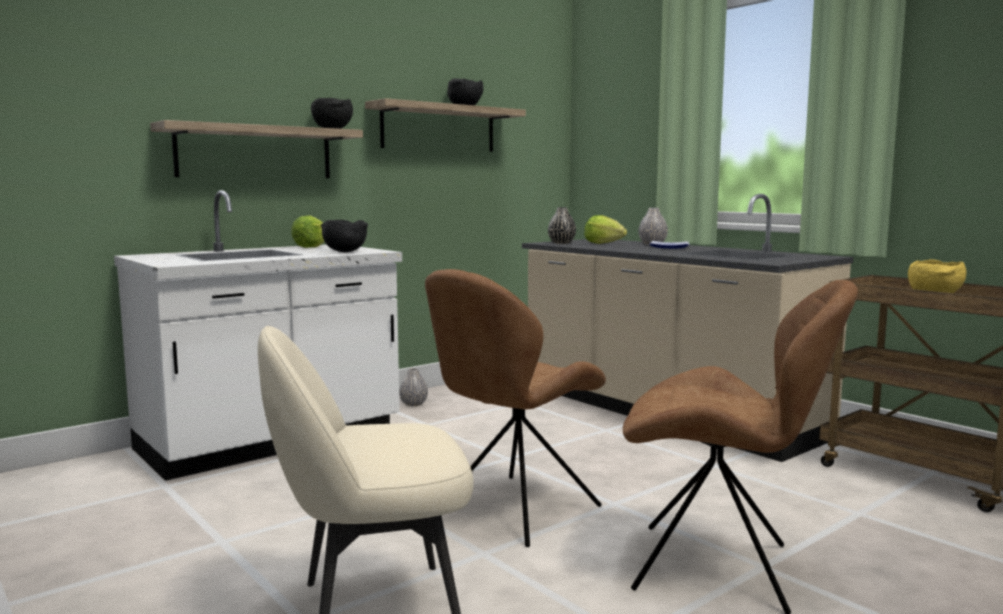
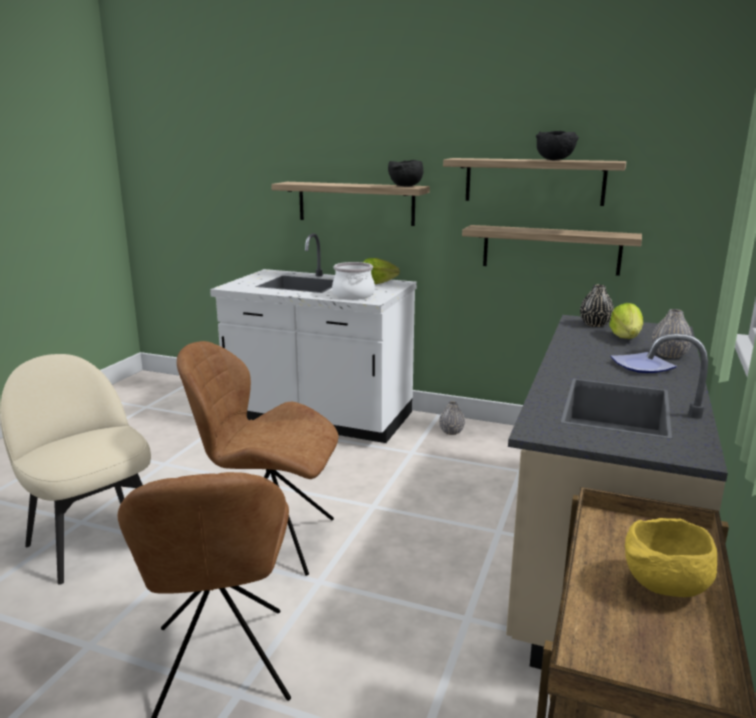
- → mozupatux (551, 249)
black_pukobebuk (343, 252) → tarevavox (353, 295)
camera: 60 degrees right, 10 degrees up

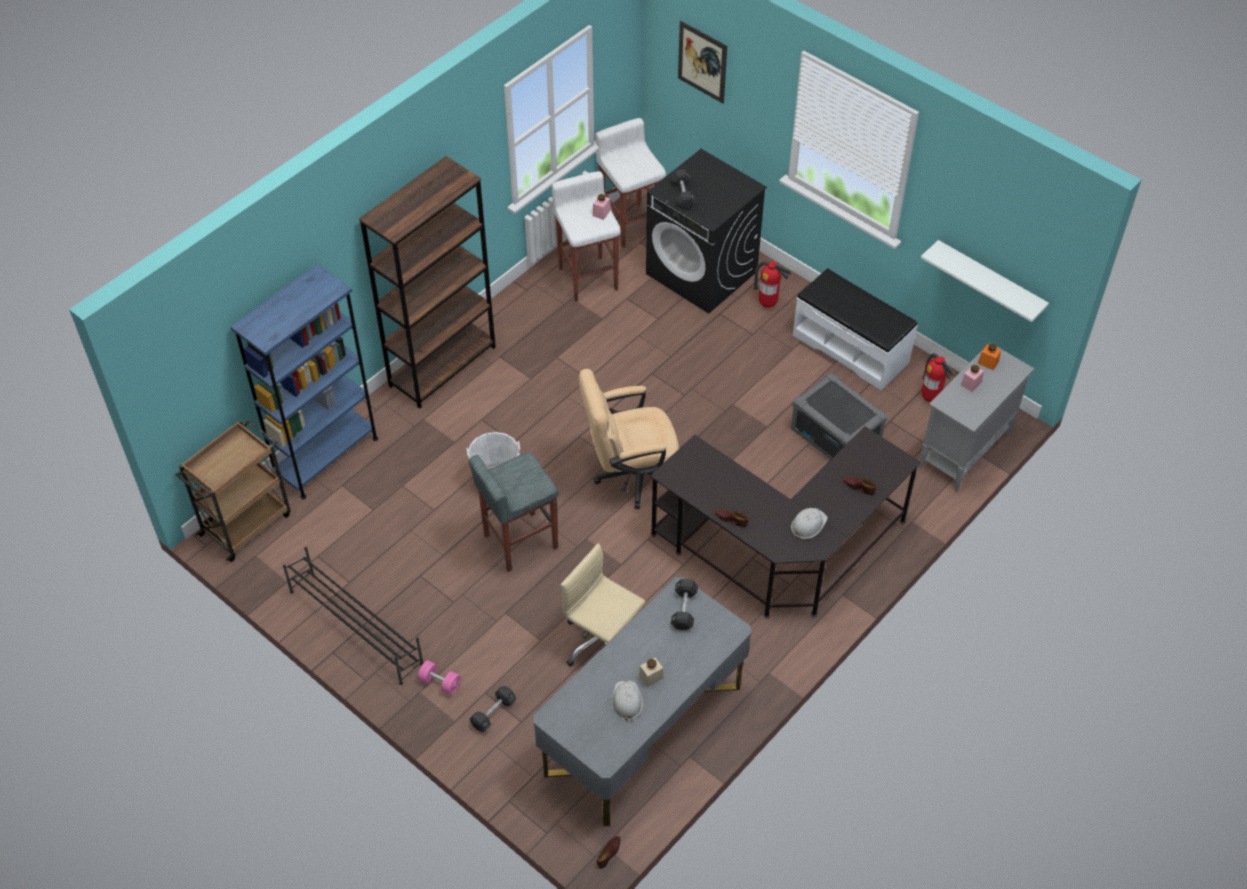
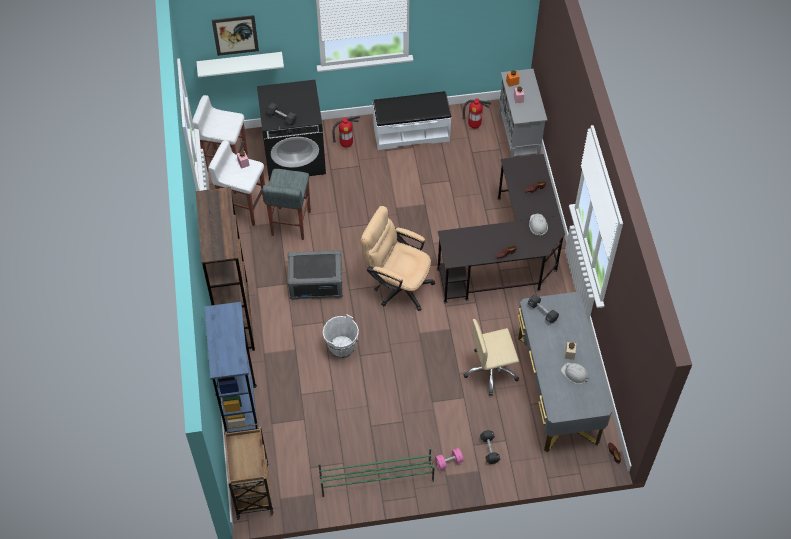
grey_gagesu (519, 541) → grey_gagesu (290, 224), moved
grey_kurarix (836, 436) → grey_kurarix (316, 283), moved
white_mozupatux (990, 281) → white_mozupatux (240, 63), moved
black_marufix (355, 626) → green_marufix (376, 479)
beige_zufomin (630, 475) → beige_zufomin (397, 285), 90 degrees clockwise
camera: 50 degrees left, 5 degrees up

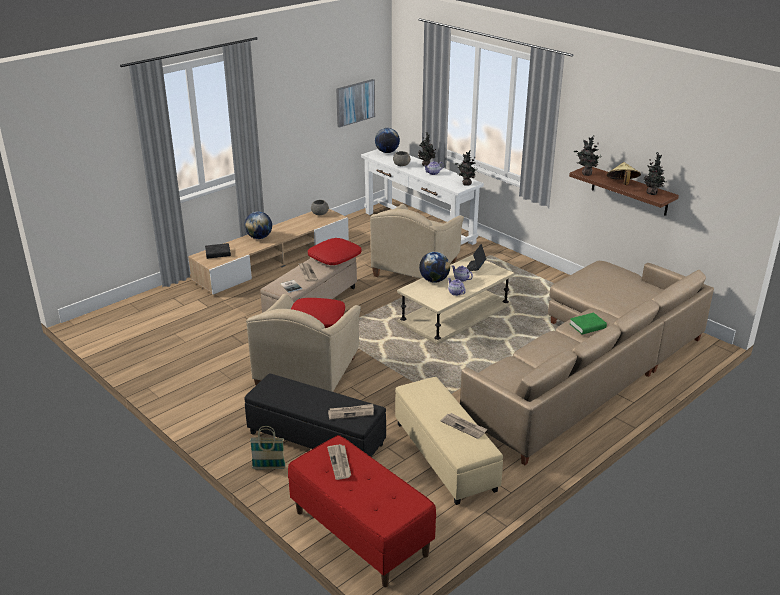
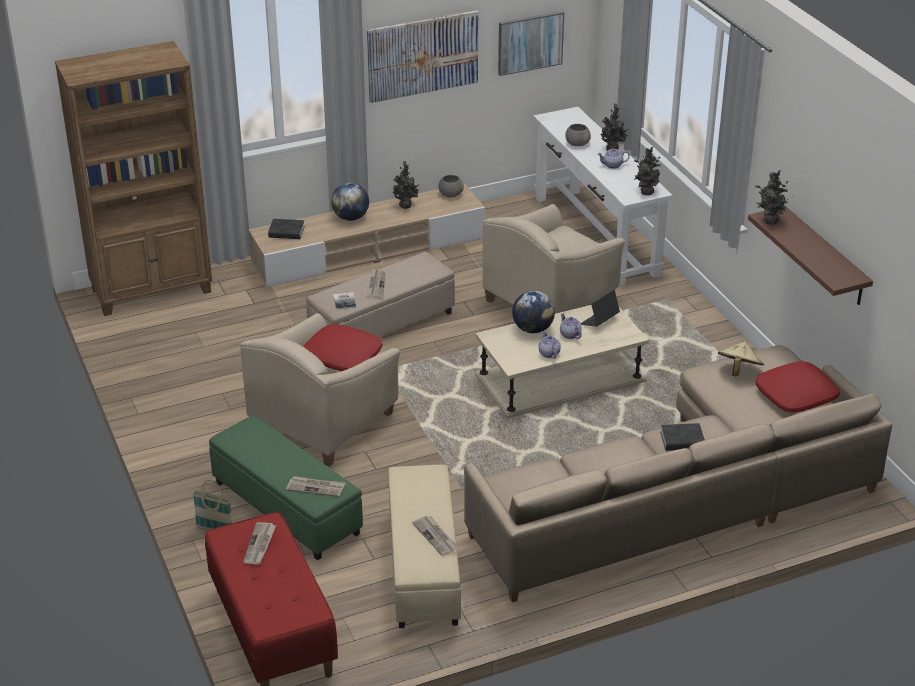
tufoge (387, 152) → -
- → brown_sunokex (153, 291)
- → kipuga (422, 56)
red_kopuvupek (334, 257) → red_kopuvupek (796, 395), moved
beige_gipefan (622, 184) → beige_gipefan (738, 370), moved
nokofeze (652, 193) → nokofeze (406, 206), moved
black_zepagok (315, 439) → green_zepagok (286, 508)
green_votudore (587, 326) → black_votudore (682, 441)
camera: 20 degrees right, 5 degrees up

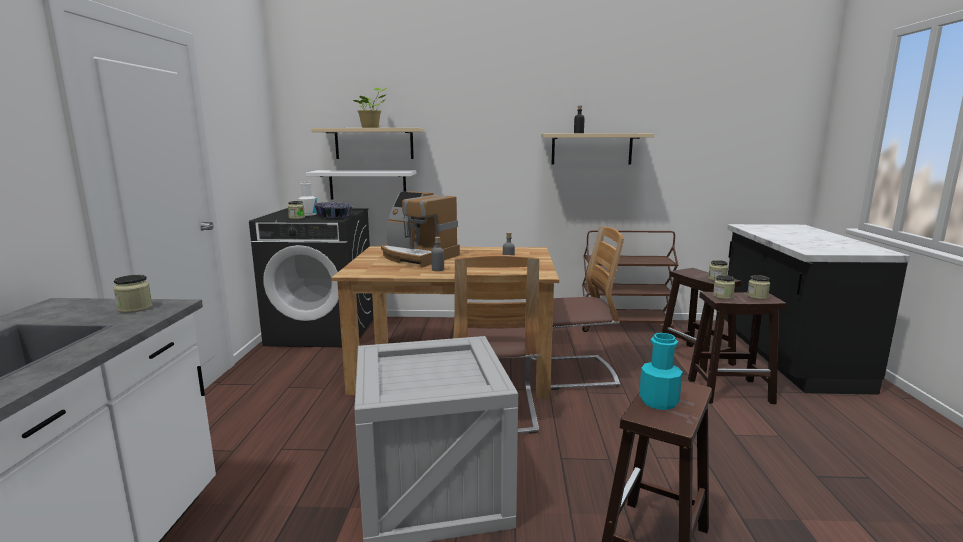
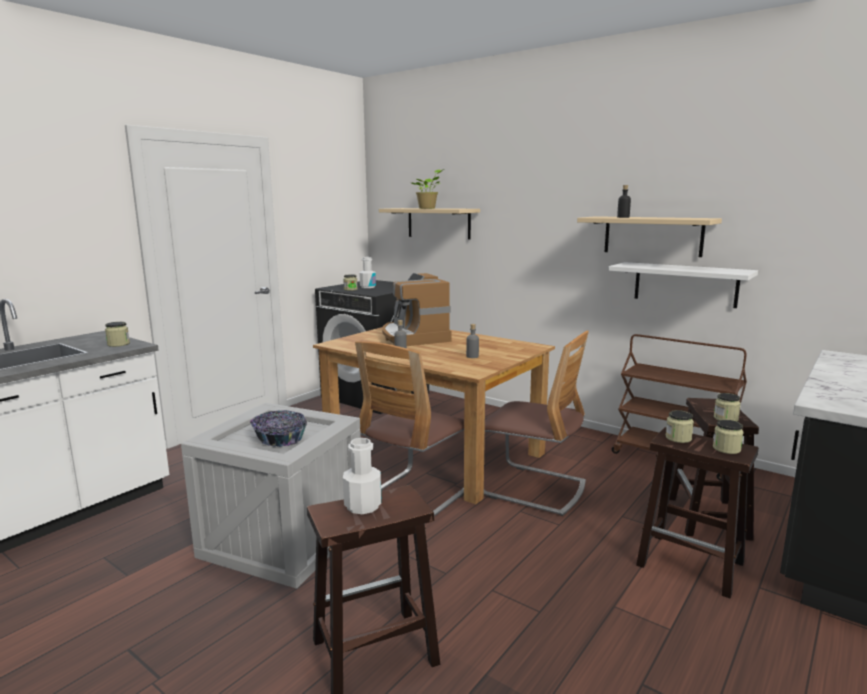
white_mozupatux (367, 184) → white_mozupatux (685, 284), moved
pukobebuk (334, 217) → pukobebuk (280, 439), moved
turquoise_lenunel (658, 401) → white_lenunel (363, 505)
camera: 35 degrees right, 0 degrees up

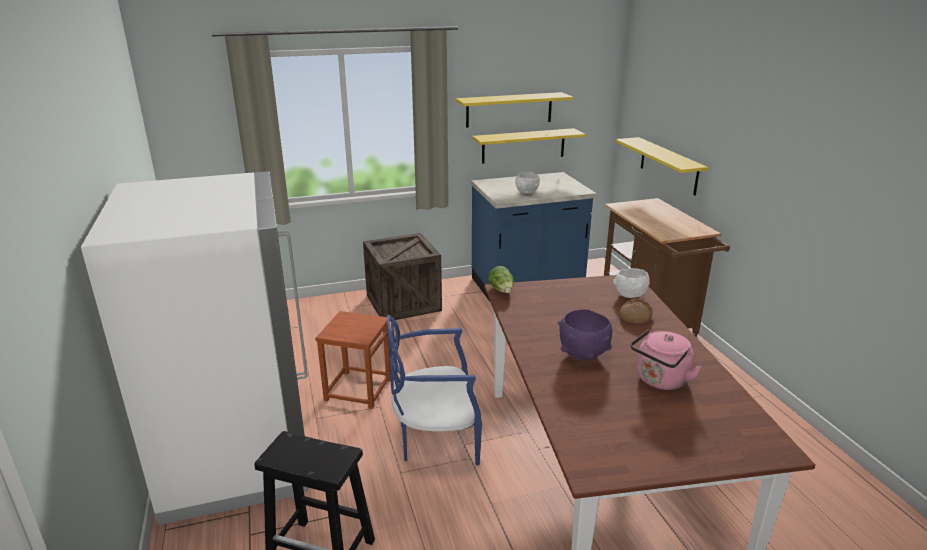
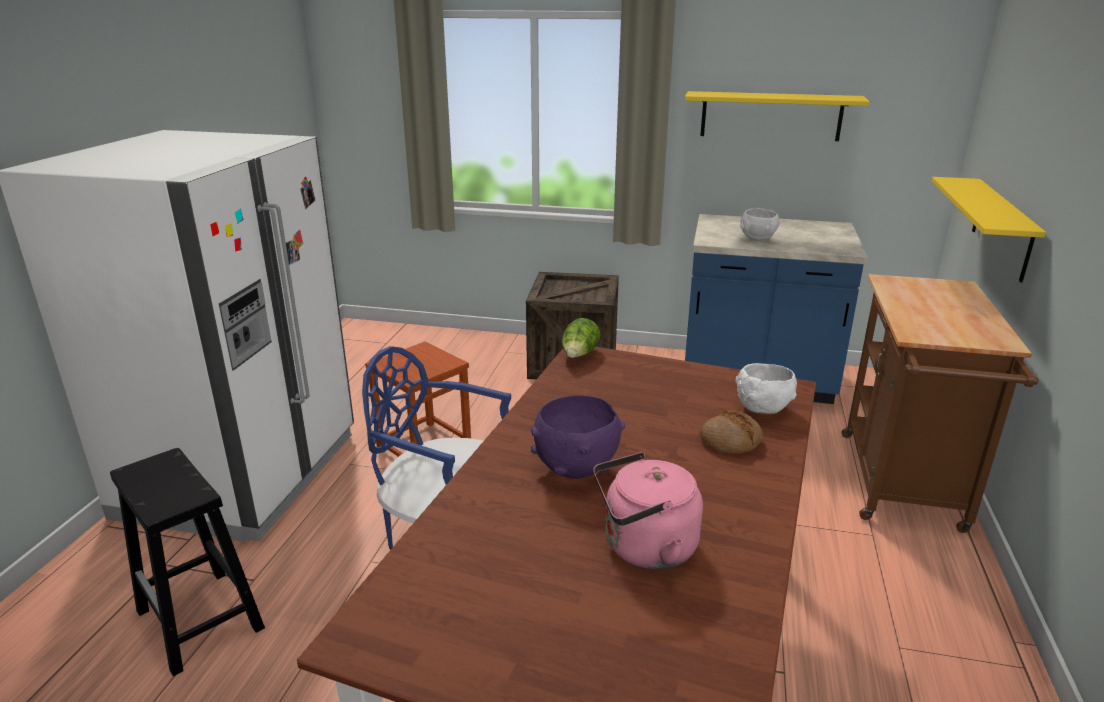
yellow_mozupatux (523, 145) → -
camera: 30 degrees right, 0 degrees up

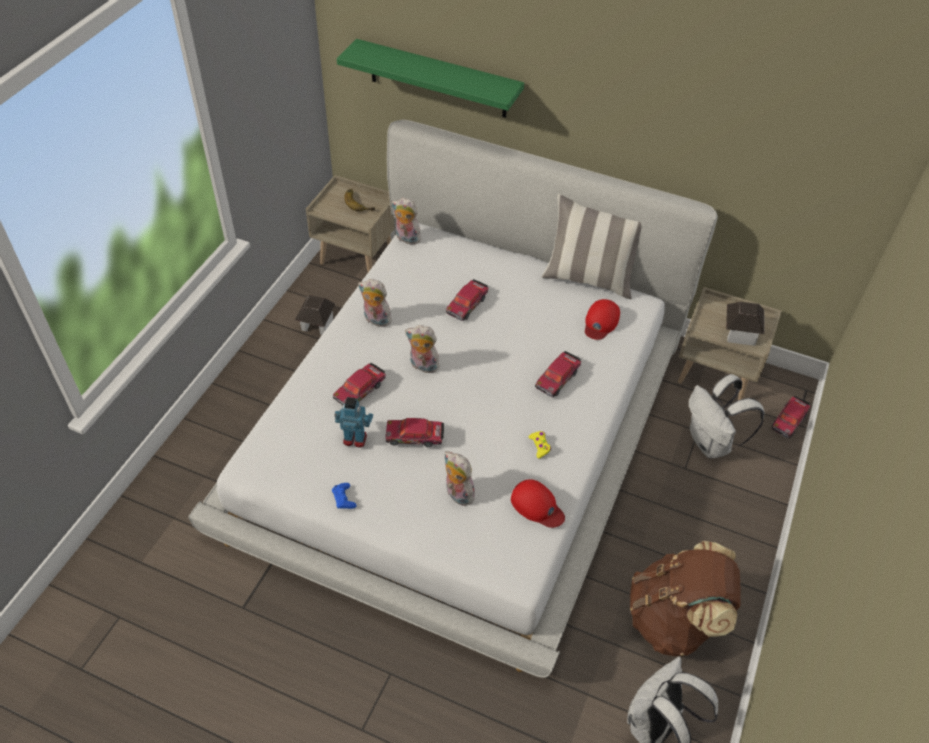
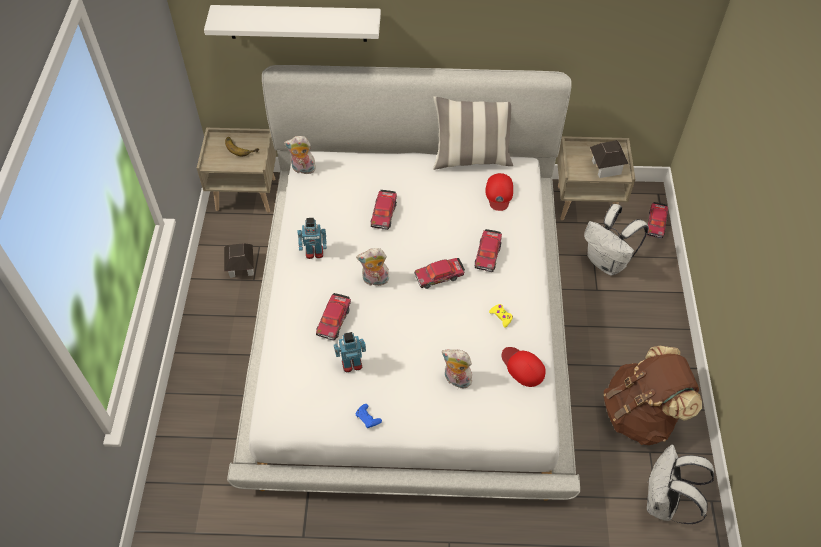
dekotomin (414, 436) → dekotomin (439, 276), moved
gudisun (375, 320) → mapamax (314, 253)
green_mozupatux (438, 79) → white_mozupatux (297, 23)
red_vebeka (537, 506) → red_vebeka (522, 367), 150 degrees counterclockwise
camera: 20 degrees left, 5 degrees up

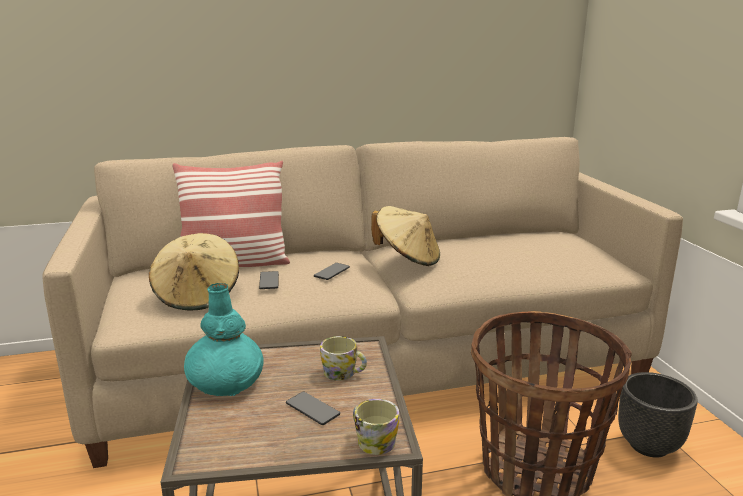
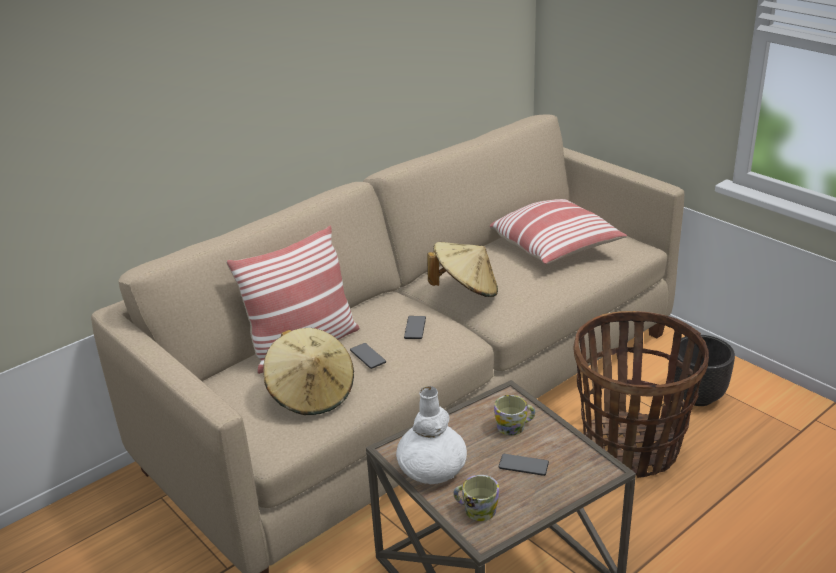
- → kopuvupek (556, 248)
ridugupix (372, 440) → ridugupix (476, 509), moved
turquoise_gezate (226, 381) → white_gezate (431, 467)
camera: 25 degrees left, 10 degrees up

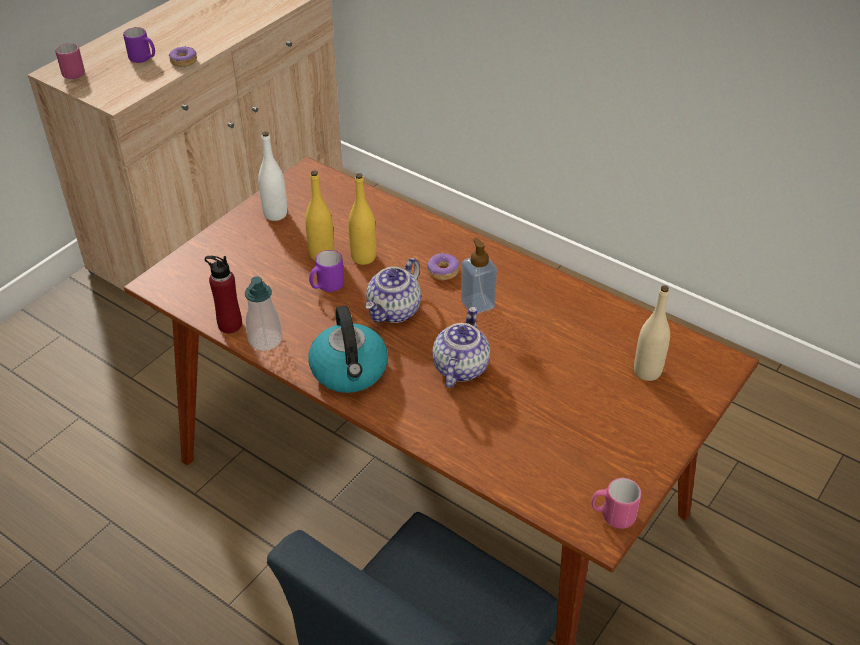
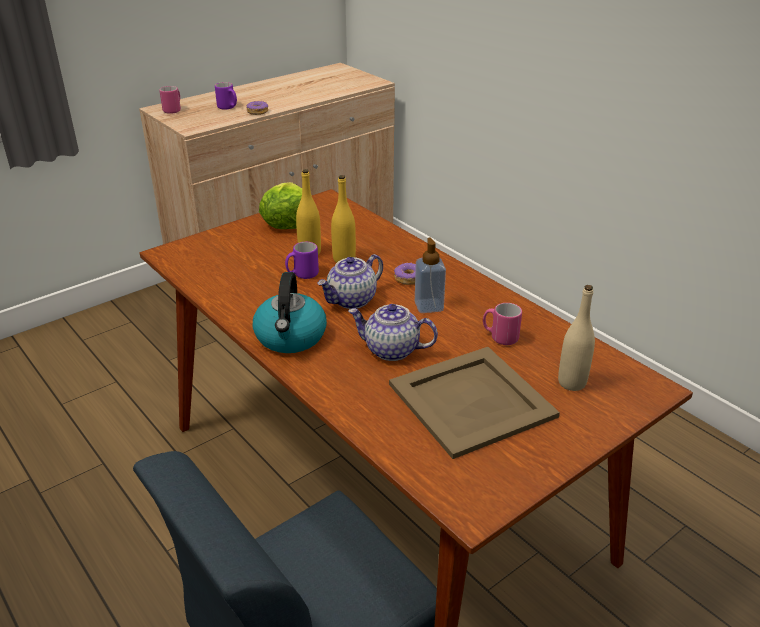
red_lenunel (230, 325) → -
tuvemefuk (265, 340) → -
- → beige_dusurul (470, 400)
pink_ridugupix (612, 516) → pink_ridugupix (500, 337), moved
white_lenunel (275, 214) → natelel (286, 221)
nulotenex (460, 367) → nulotenex (391, 350), 105 degrees counterclockwise
camera: 15 degrees right, 10 degrees down

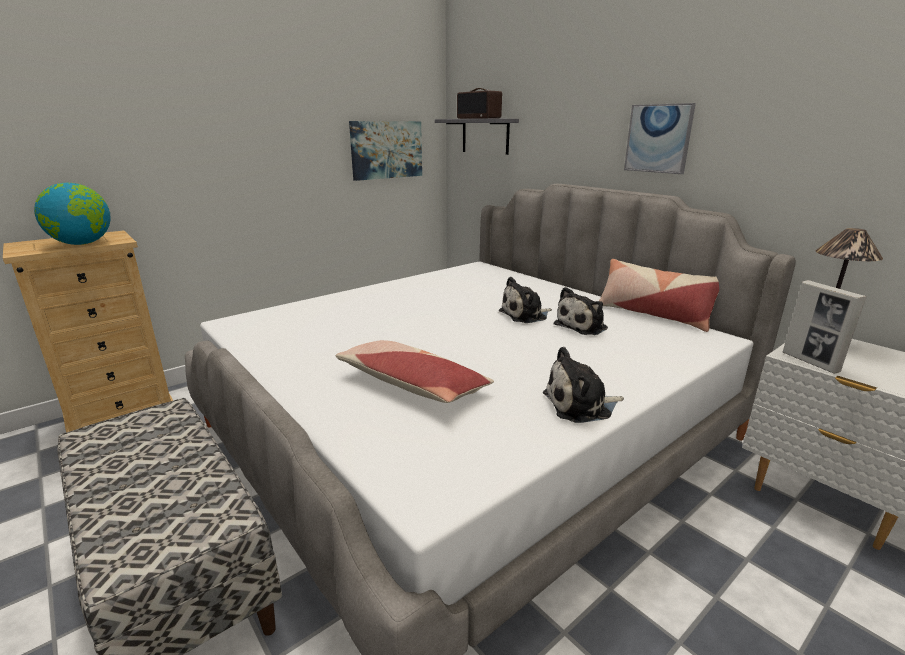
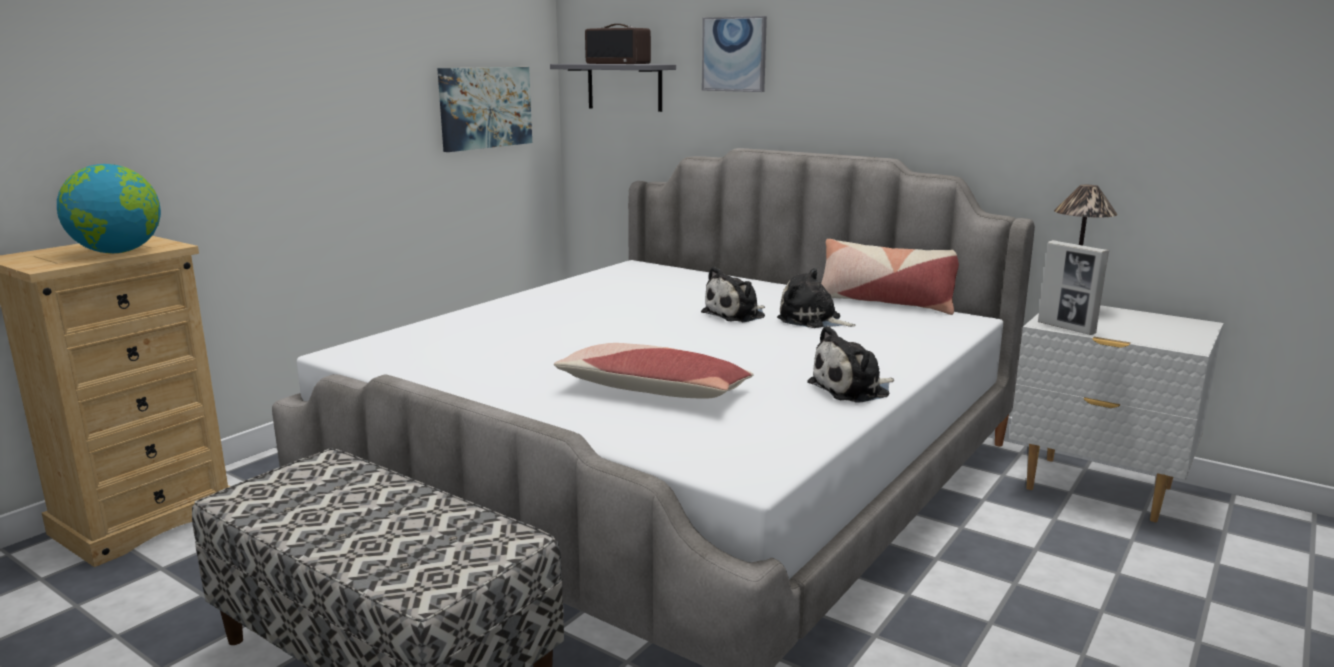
kipuga (658, 138) → kipuga (734, 54), moved
gudisun (583, 326) → gudisun (812, 320), 90 degrees clockwise
camera: 15 degrees left, 5 degrees down

